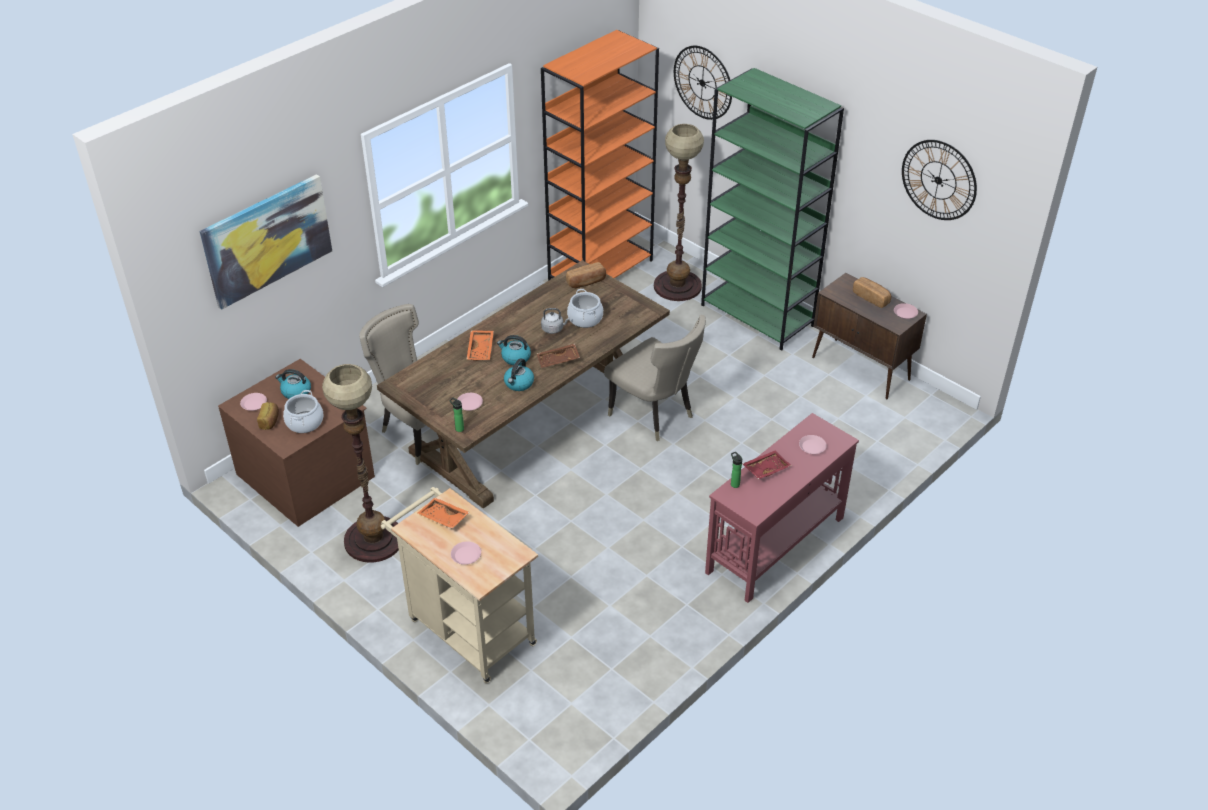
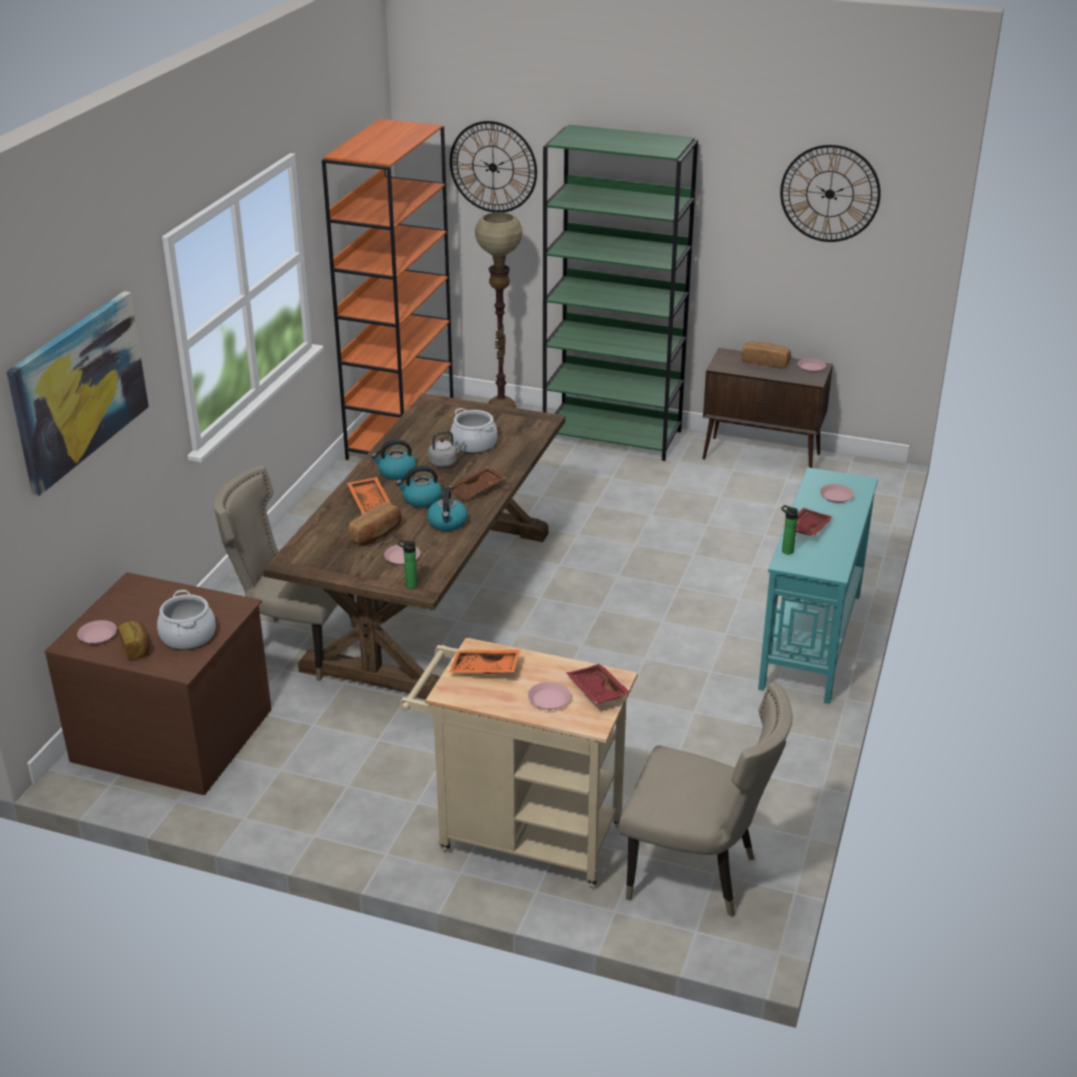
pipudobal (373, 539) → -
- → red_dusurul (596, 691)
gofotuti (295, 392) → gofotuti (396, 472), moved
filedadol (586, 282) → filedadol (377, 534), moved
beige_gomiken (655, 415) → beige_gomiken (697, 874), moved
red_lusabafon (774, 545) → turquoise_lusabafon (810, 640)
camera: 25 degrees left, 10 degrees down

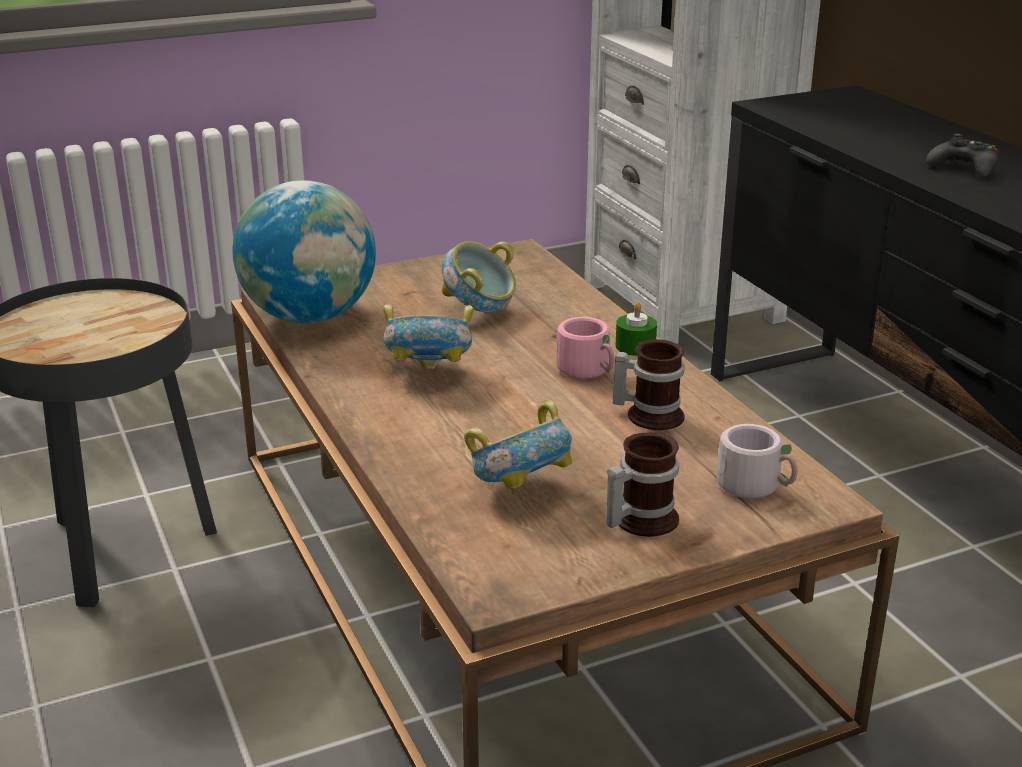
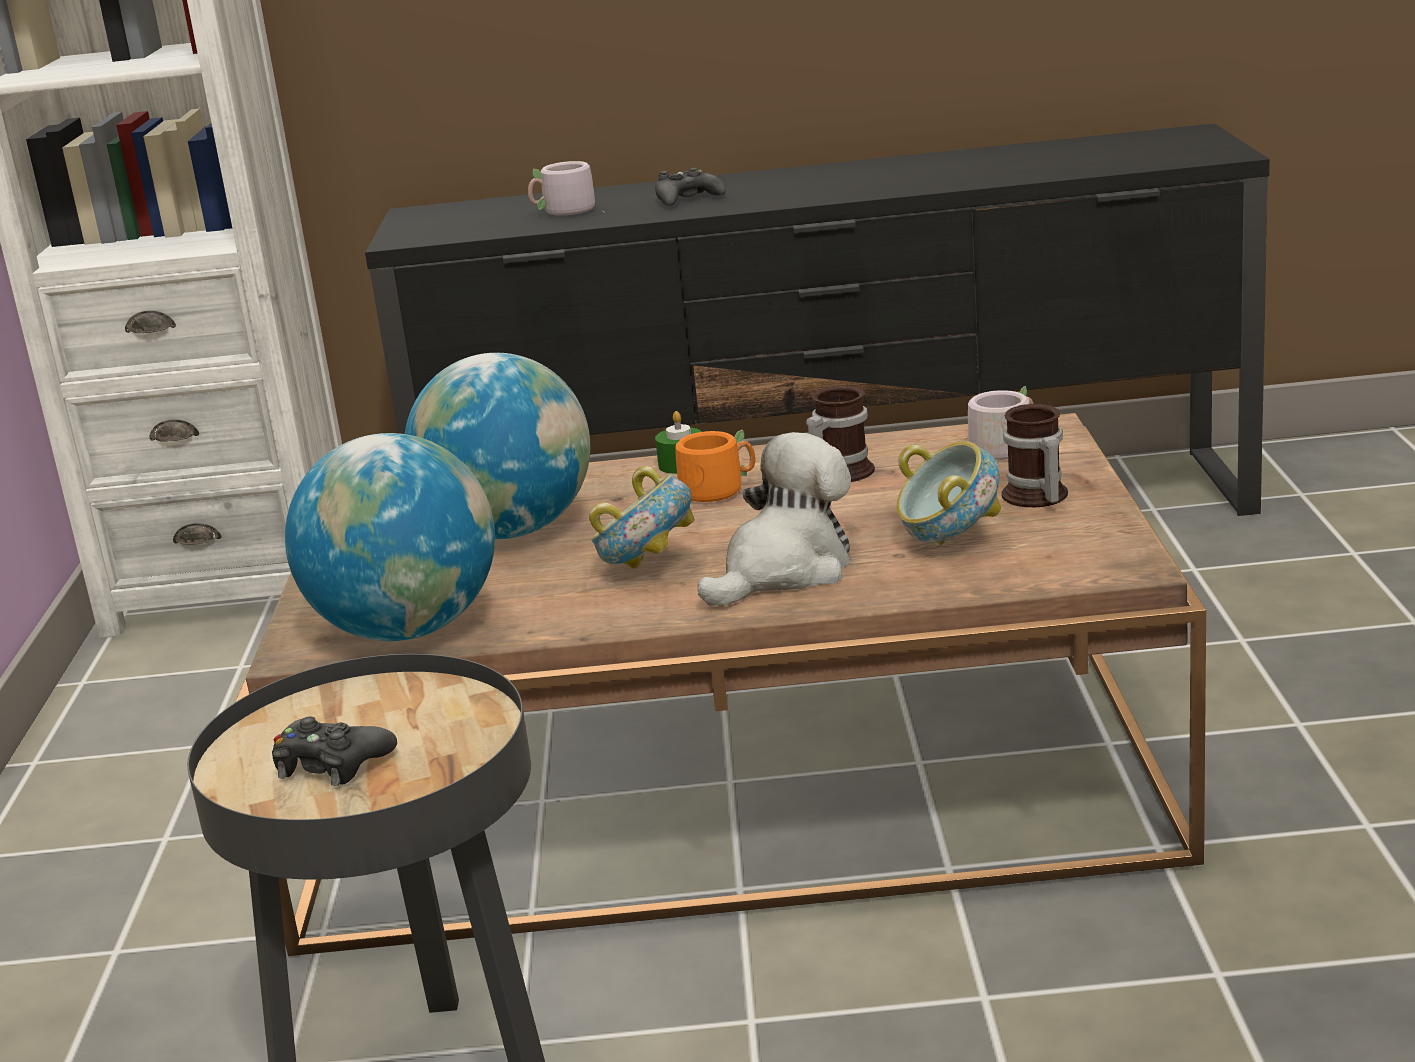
- → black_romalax (331, 764)
- → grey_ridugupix (564, 213)
- → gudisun (784, 571)
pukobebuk (479, 312) → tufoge (510, 531)
pink_ridugupix (589, 370) → orange_ridugupix (717, 490)
camera: 65 degrees left, 5 degrees down

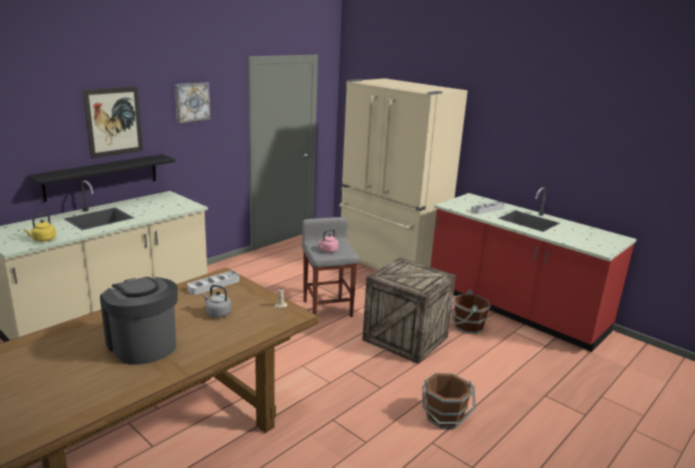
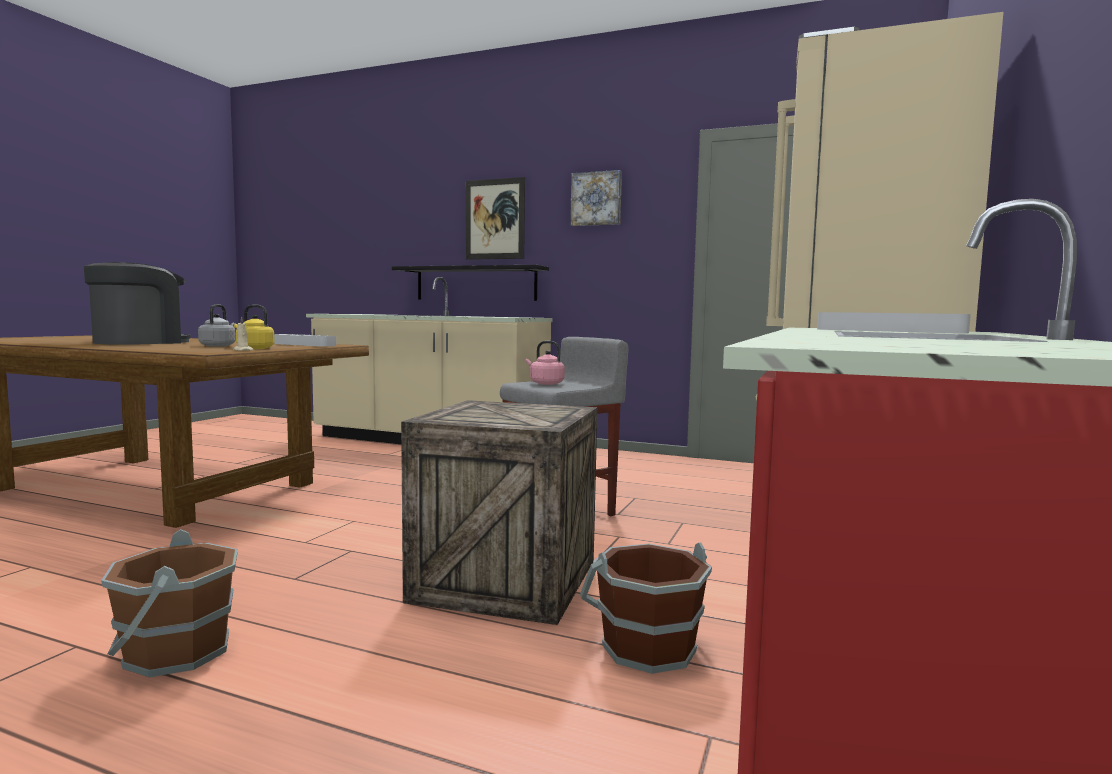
yellow_gofotuti (43, 240) → yellow_gofotuti (253, 348), moved
camera: 70 degrees right, 15 degrees down

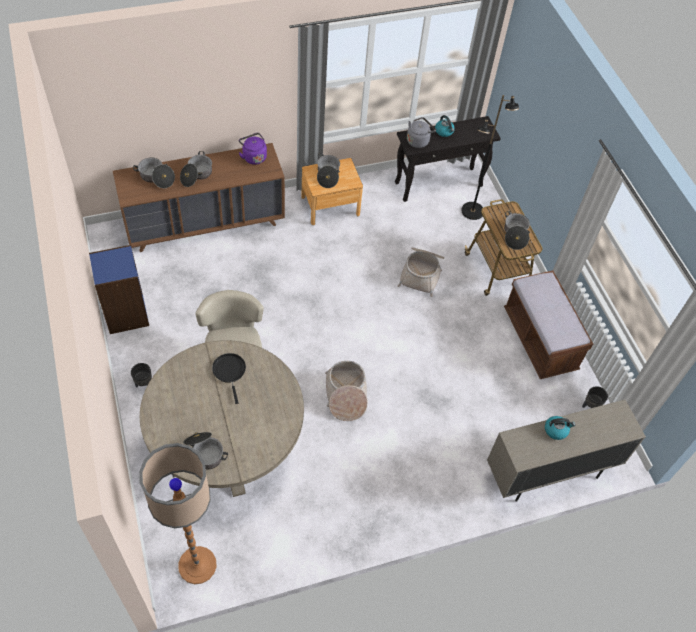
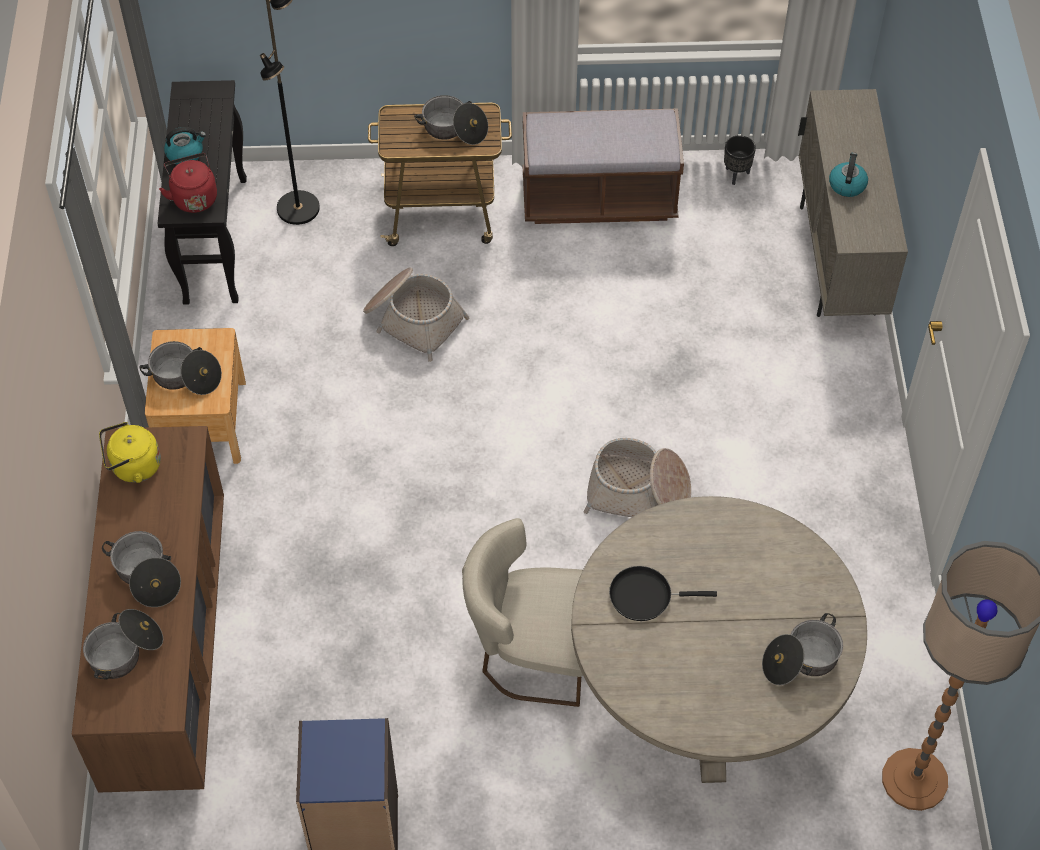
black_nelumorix (144, 384) → -
purple_gofotuti (253, 157) → yellow_gofotuti (133, 467)
grey_gofotuti (418, 140) → red_gofotuti (193, 197)
camera: 70 degrees left, 0 degrees up

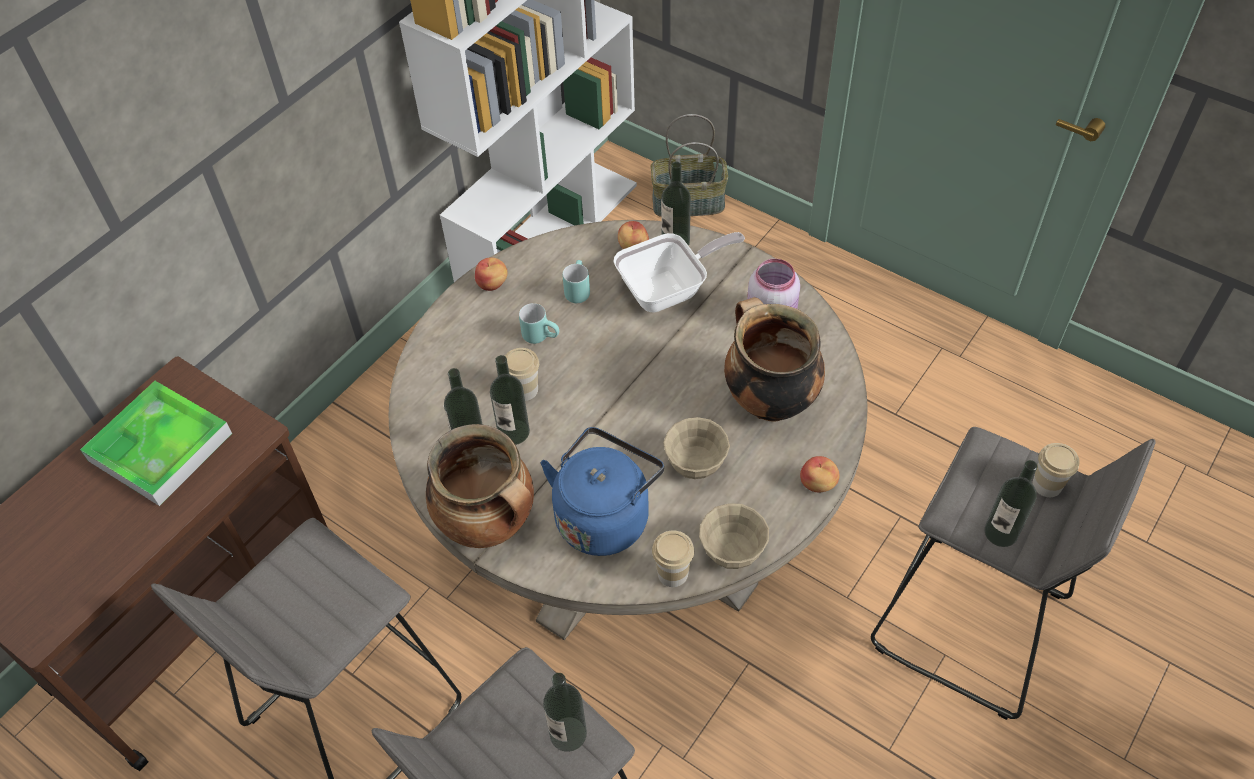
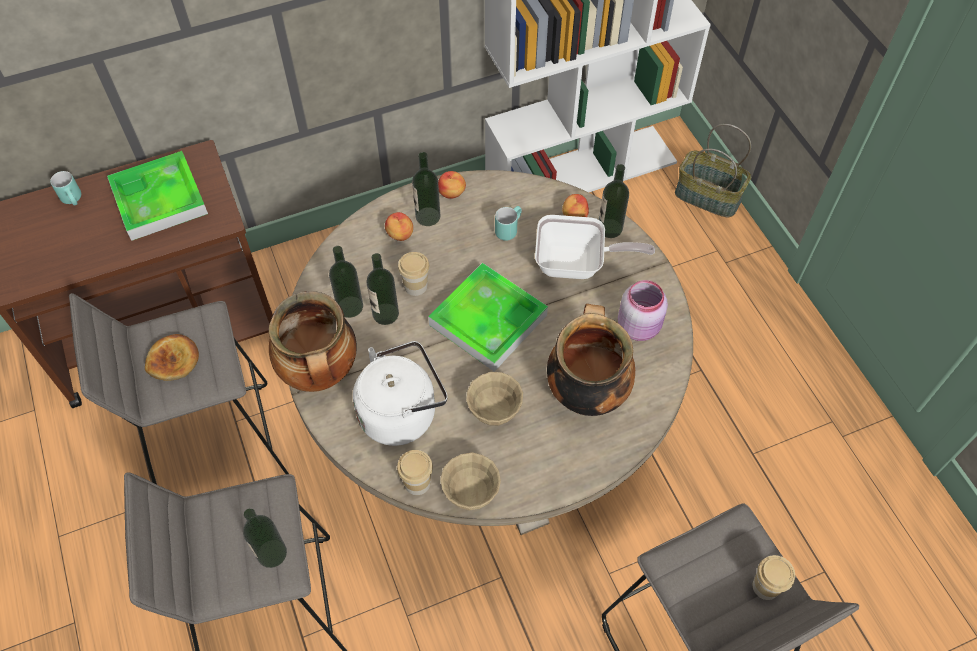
- → filedadol (173, 360)
- → dusurul (488, 320)
turquoise_ridugupix (541, 335) → turquoise_ridugupix (74, 199), moved
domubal (818, 484) → domubal (399, 235), moved
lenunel (1001, 532) → lenunel (428, 216), moved
blue_gofotuti (604, 516) → white_gofotuti (402, 412)
camera: 30 degrees right, 5 degrees up

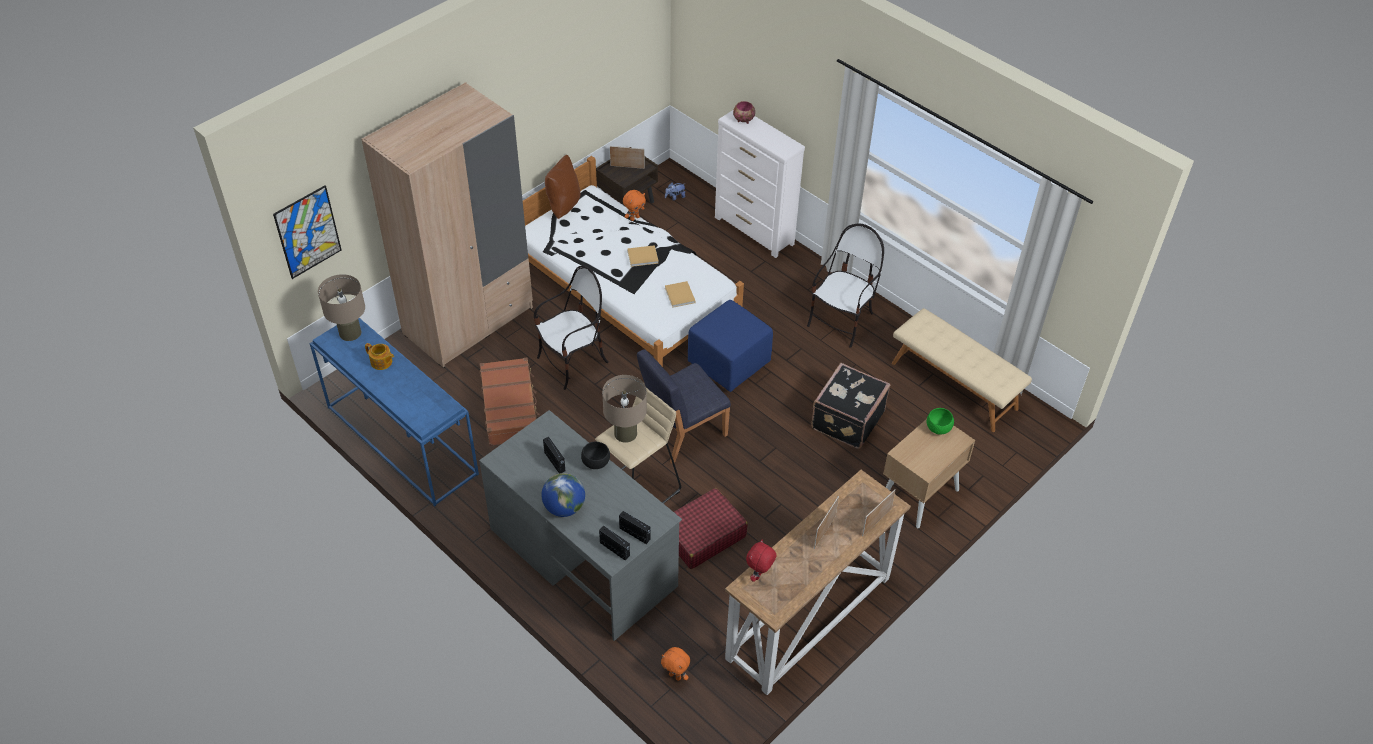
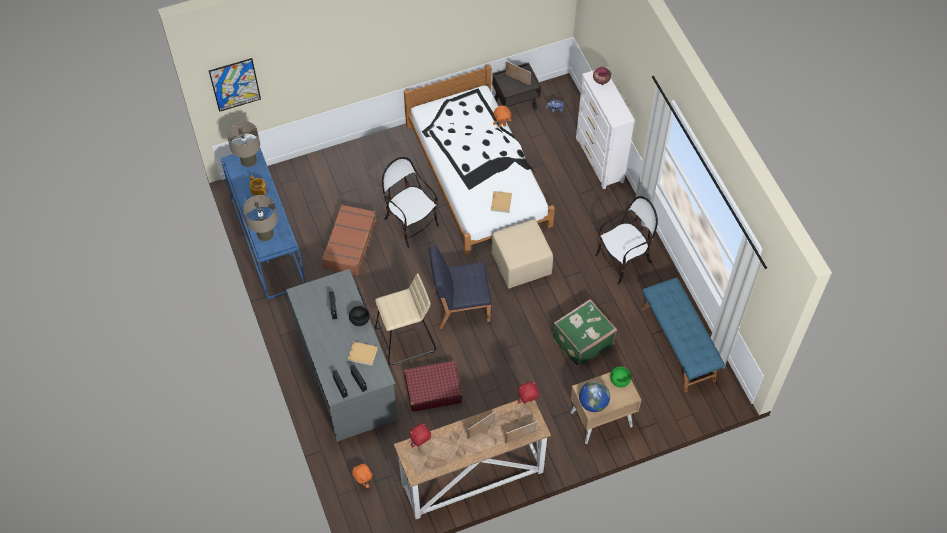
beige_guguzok (468, 321) → -
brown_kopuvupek (563, 206) → -
- → red_gudisun (527, 402)
tufoge (564, 507) → tufoge (593, 403), moved
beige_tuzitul (625, 433) → beige_tuzitul (265, 234), moved
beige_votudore (643, 257) → beige_votudore (363, 354), moved
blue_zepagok (729, 362) → beige_zepagok (521, 264)
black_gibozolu (846, 419) → green_gibozolu (581, 341)
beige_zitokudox (954, 385) → blue_zitokudox (678, 344)
gomiken (573, 362) → gomiken (411, 224), 120 degrees counterclockwise
camera: 25 degrees right, 10 degrees up

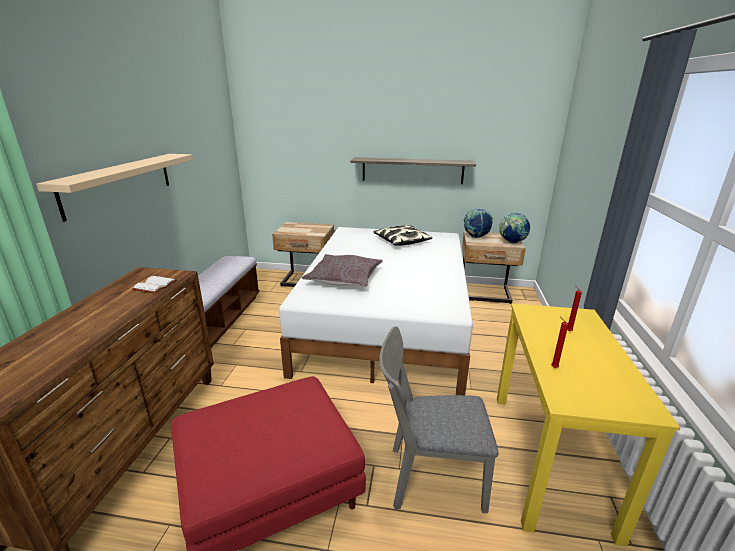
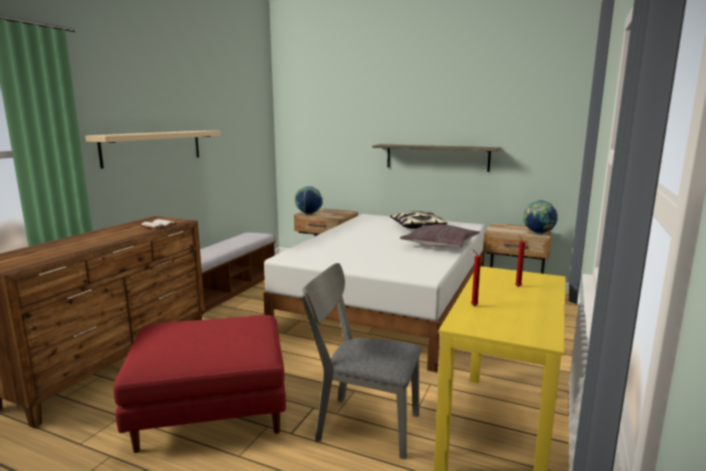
grey_kopuvupek (344, 278) → grey_kopuvupek (440, 244), moved
tufoge (476, 237) → tufoge (308, 214), moved
camera: 15 degrees right, 10 degrees down

